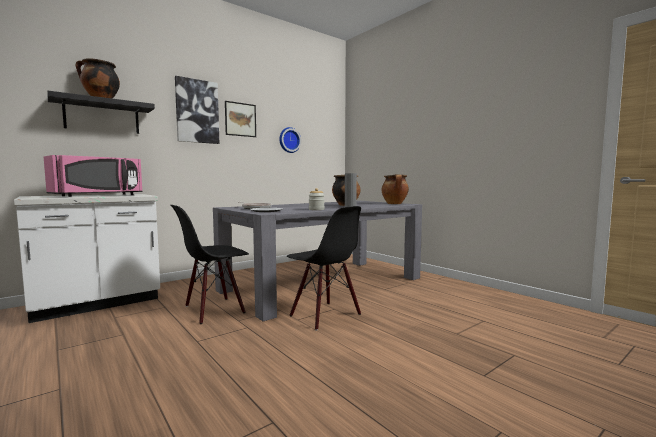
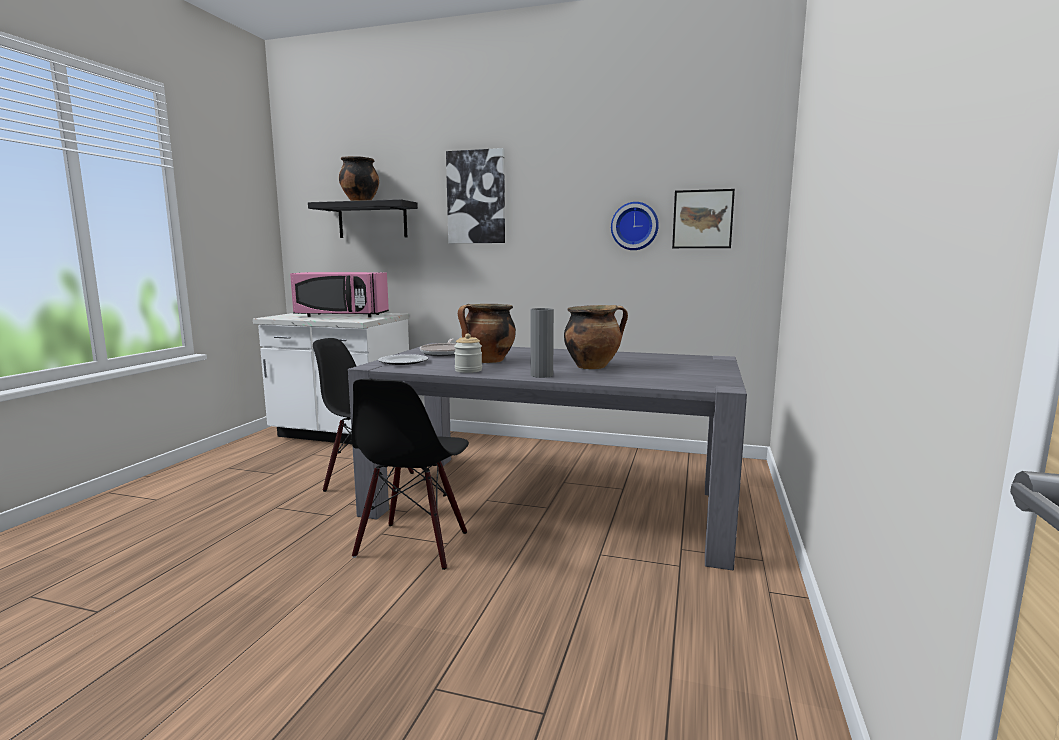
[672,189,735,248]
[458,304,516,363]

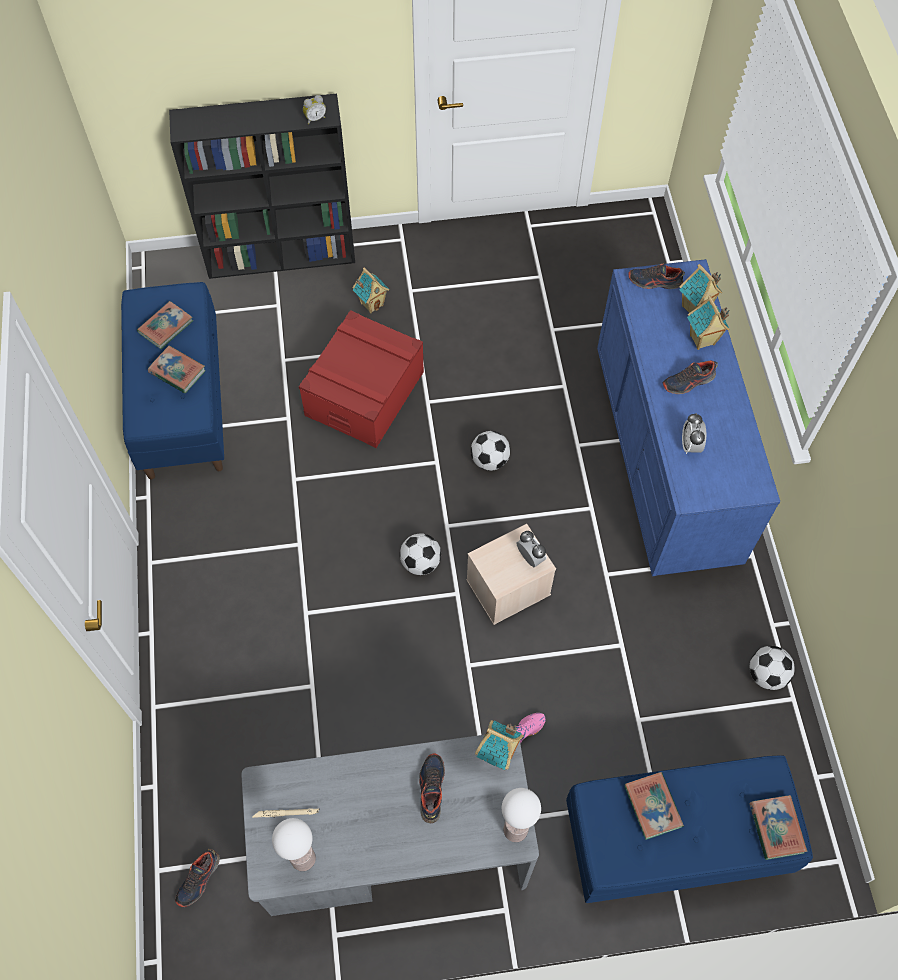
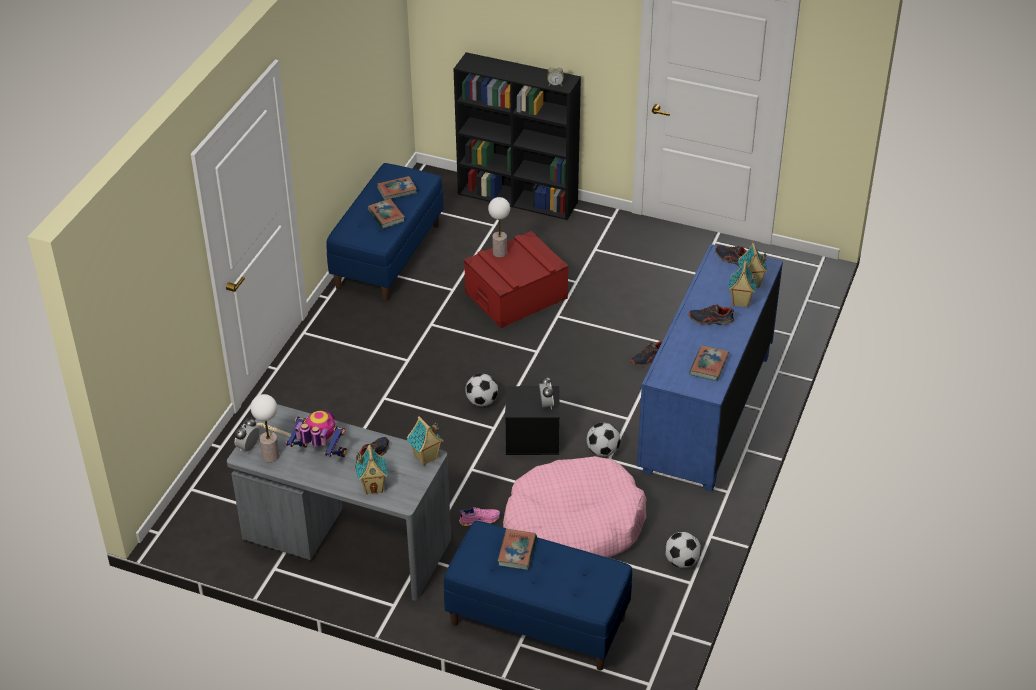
[630,340,662,367]
[356,445,388,495]
[505,386,560,455]
[586,423,620,456]
[488,197,510,258]
[235,418,260,451]
[689,345,729,381]
[286,410,347,457]
[503,456,647,558]

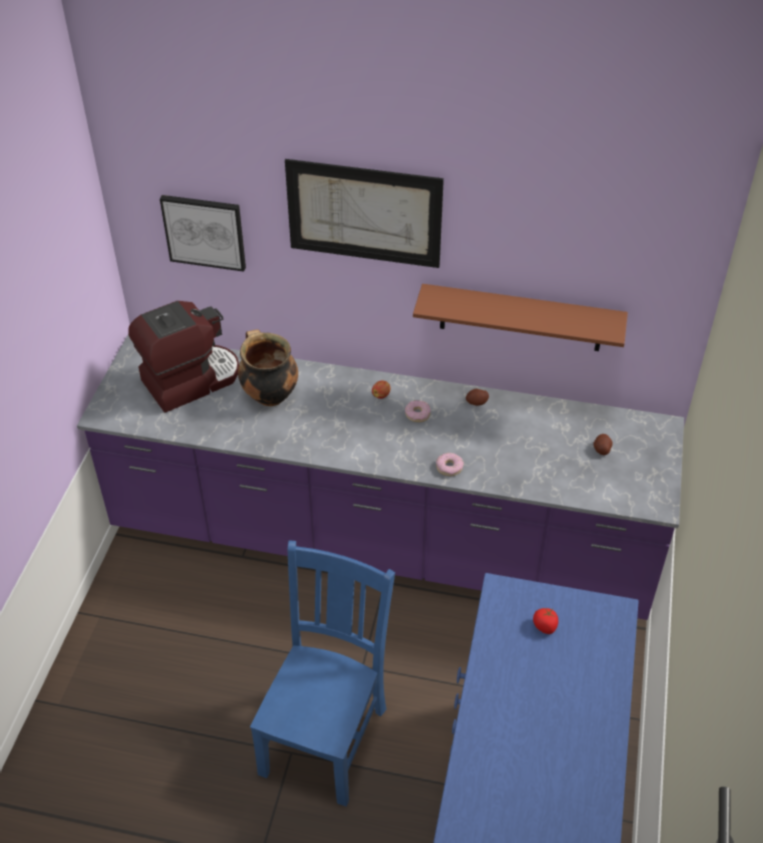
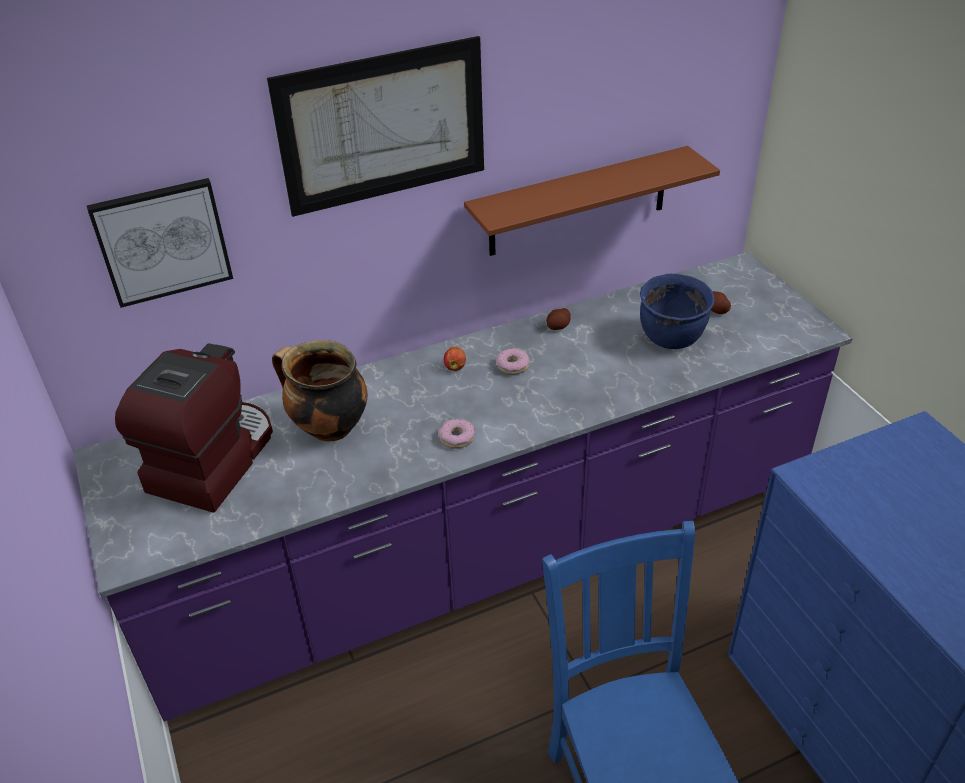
[439,419,475,449]
[533,608,558,634] (first image)
[640,274,715,349]

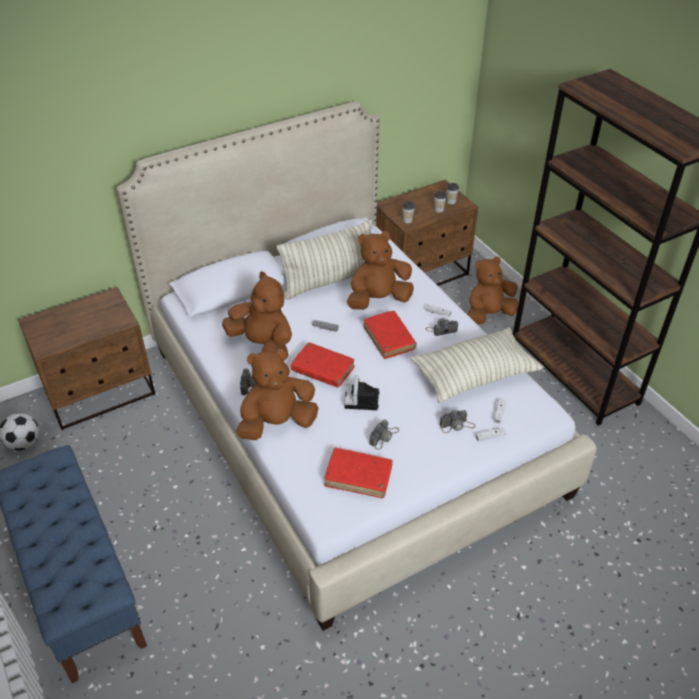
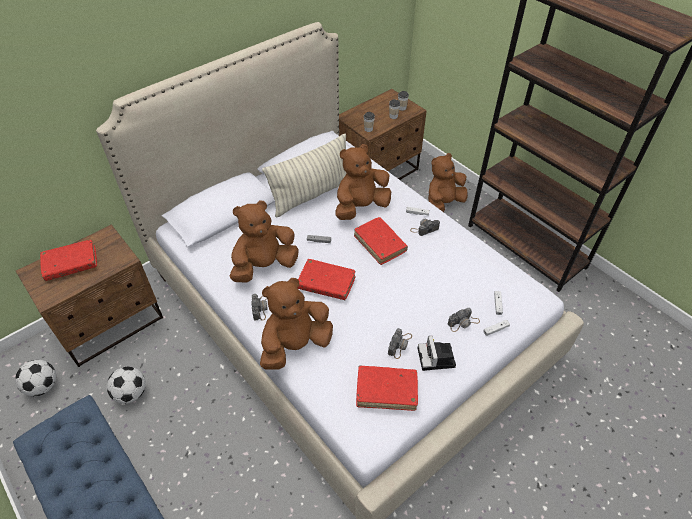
[230,200,299,282]
[418,336,456,371]
[411,327,543,403] (first image)
[40,240,97,281]
[107,367,146,404]

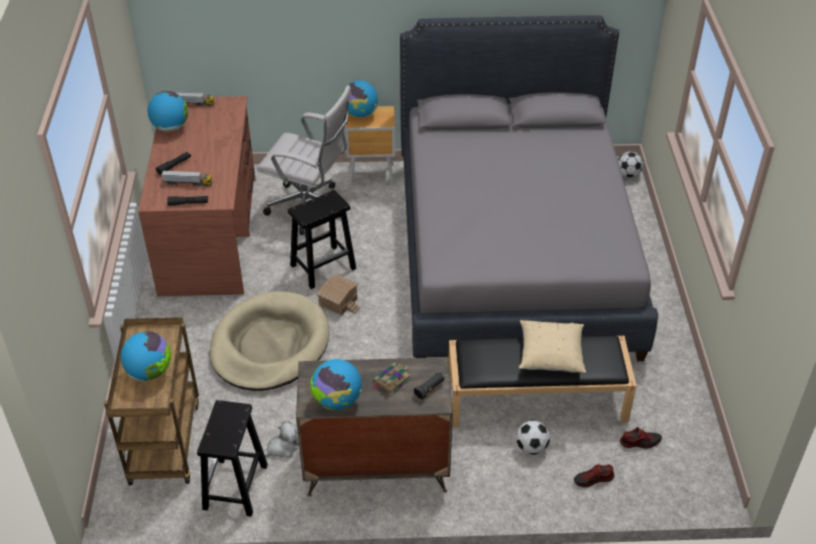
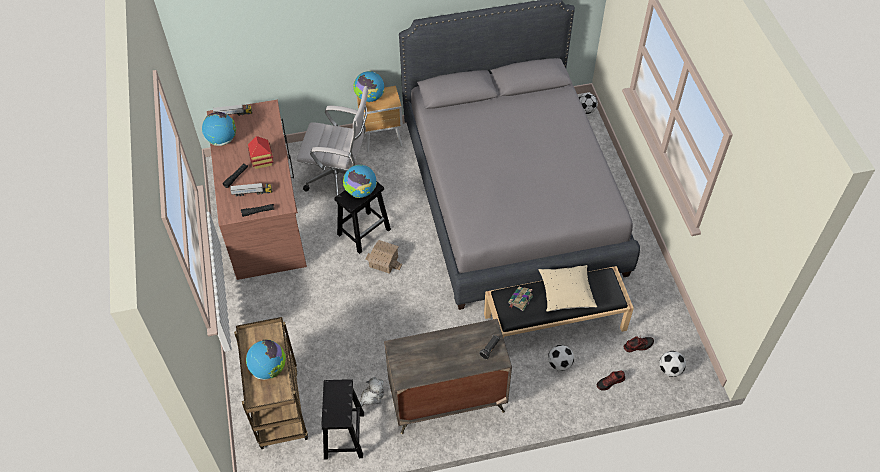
[210,291,329,391] (first image)
[343,165,377,198]
[508,287,533,311]
[248,136,273,169]
[659,351,686,377]

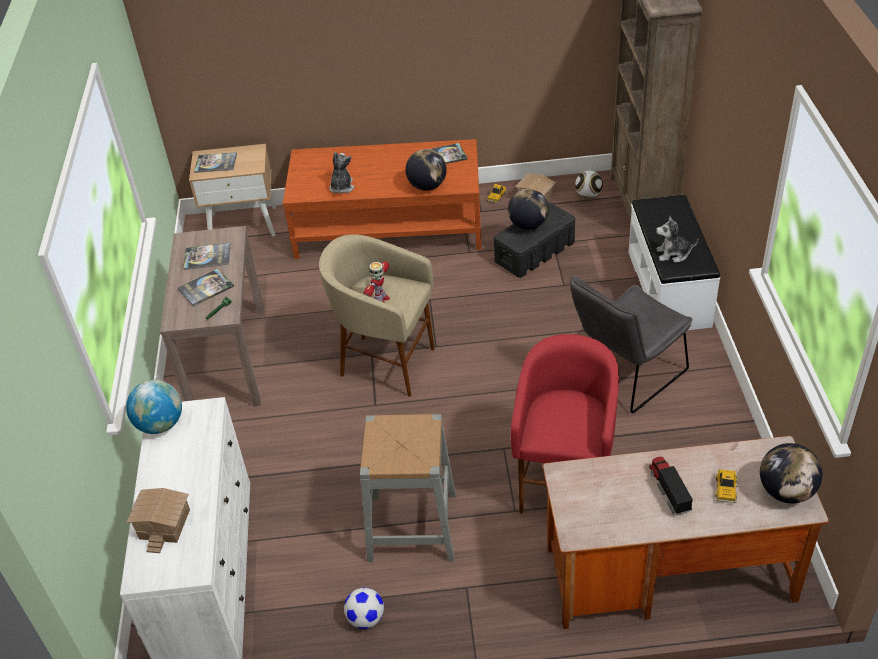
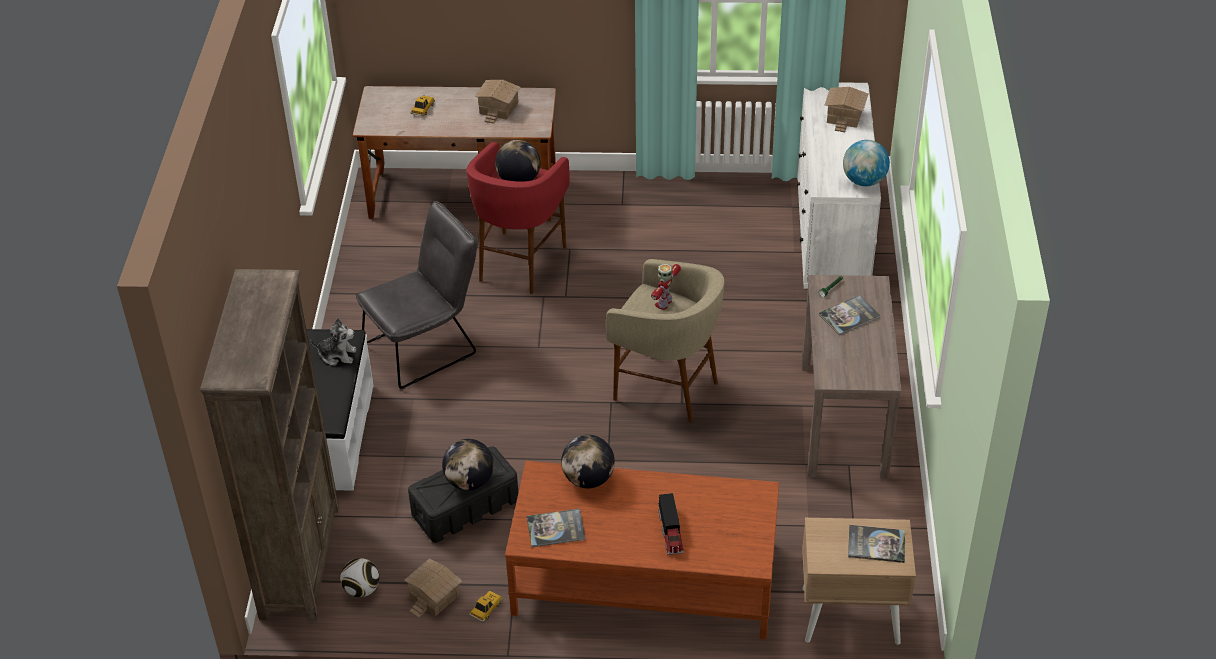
[183,242,230,270] (first image)
[329,152,355,193] (first image)
[344,588,384,629] (first image)
[360,414,456,562] (first image)
[658,493,684,555]
[495,140,540,182]
[474,80,521,124]

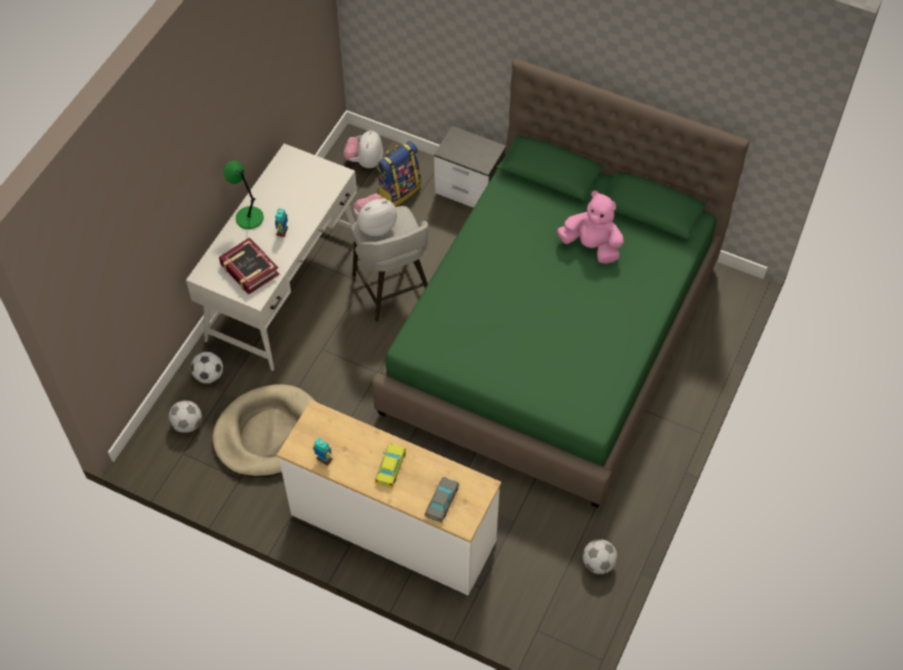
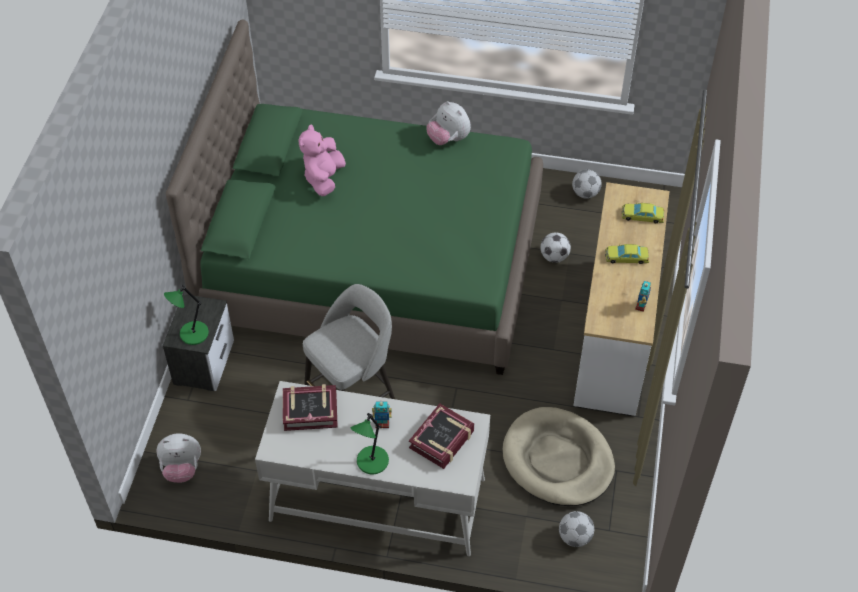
[540,232,571,263]
[426,101,471,145]
[377,141,421,206] (first image)
[622,202,664,223]
[164,285,209,345]
[283,384,338,431]

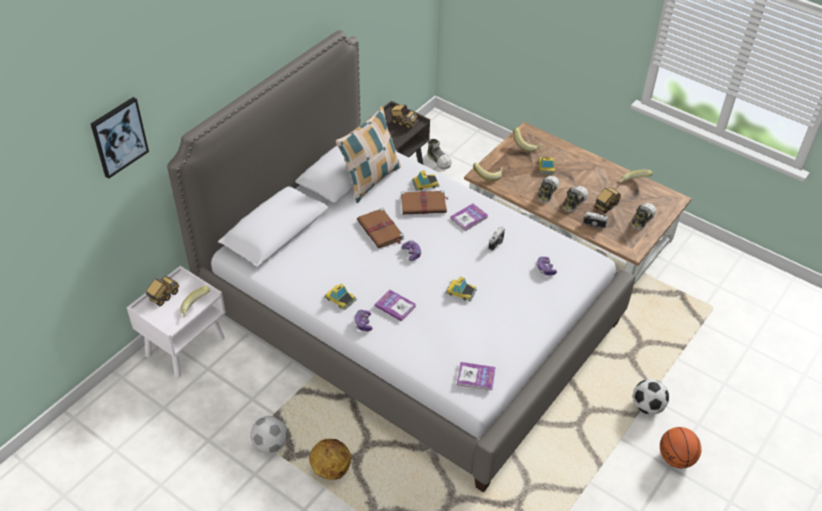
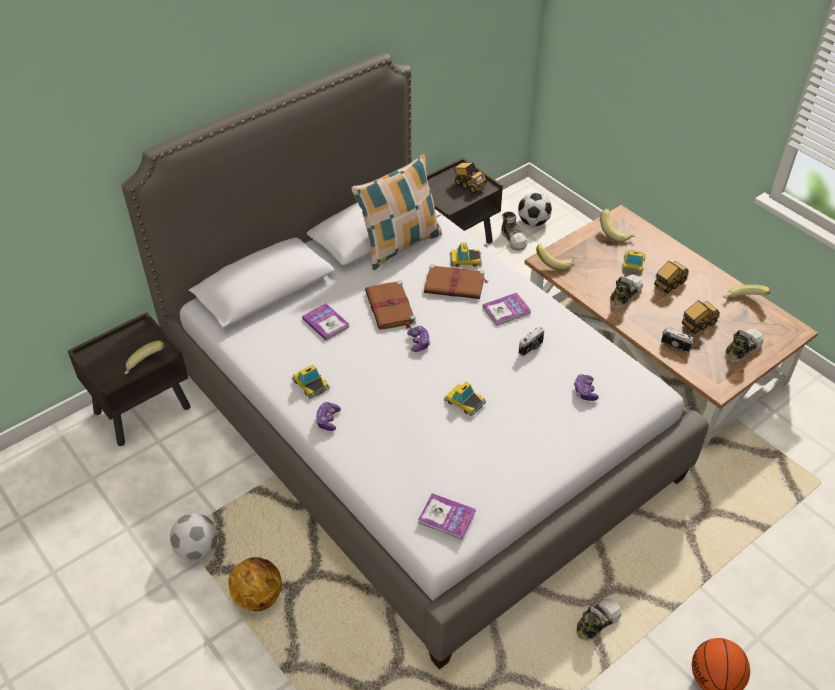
[91,97,149,179] (first image)
[68,312,191,446]
[654,261,689,293]
[302,303,349,340]
[576,598,621,641]
[518,192,552,227]

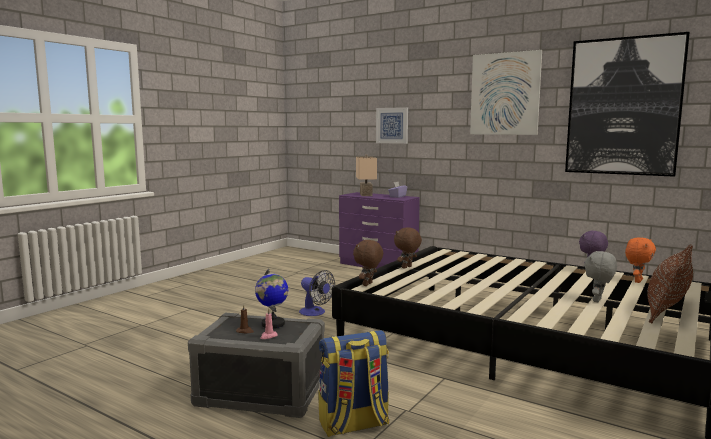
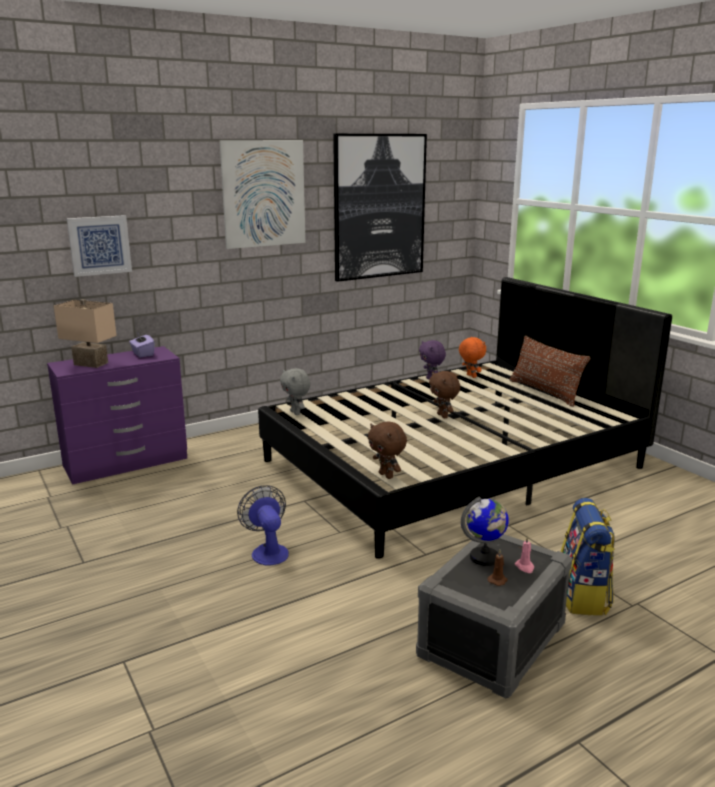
[237,485,289,565]
[429,371,460,418]
[280,368,311,415]

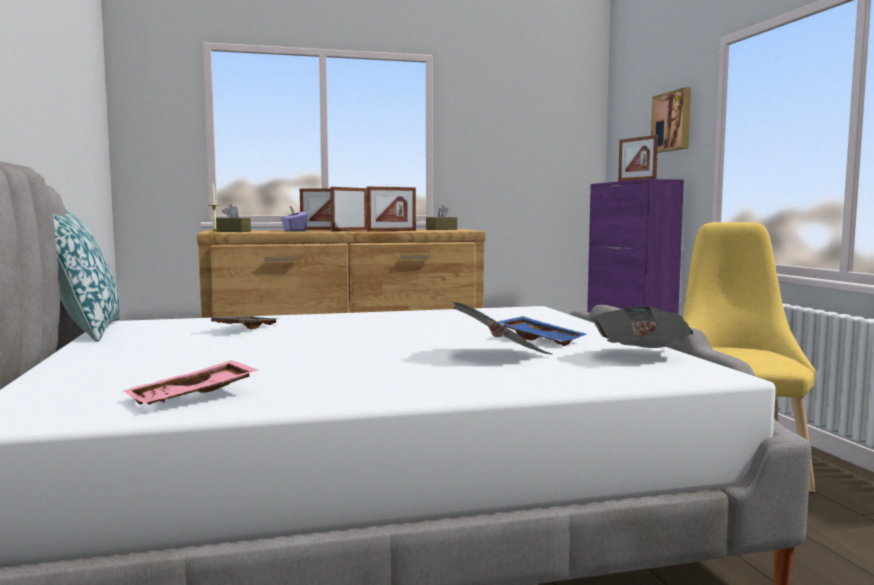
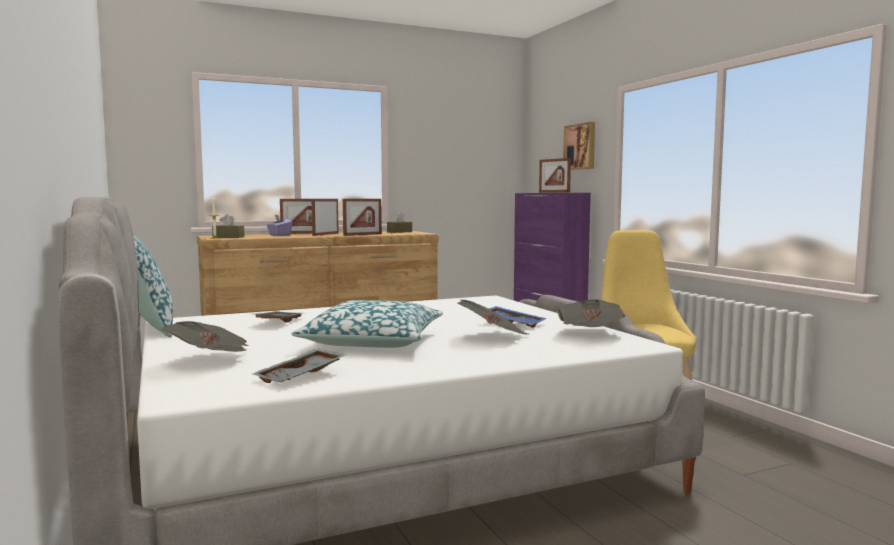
[253,349,346,383]
[162,321,249,352]
[291,300,443,348]

